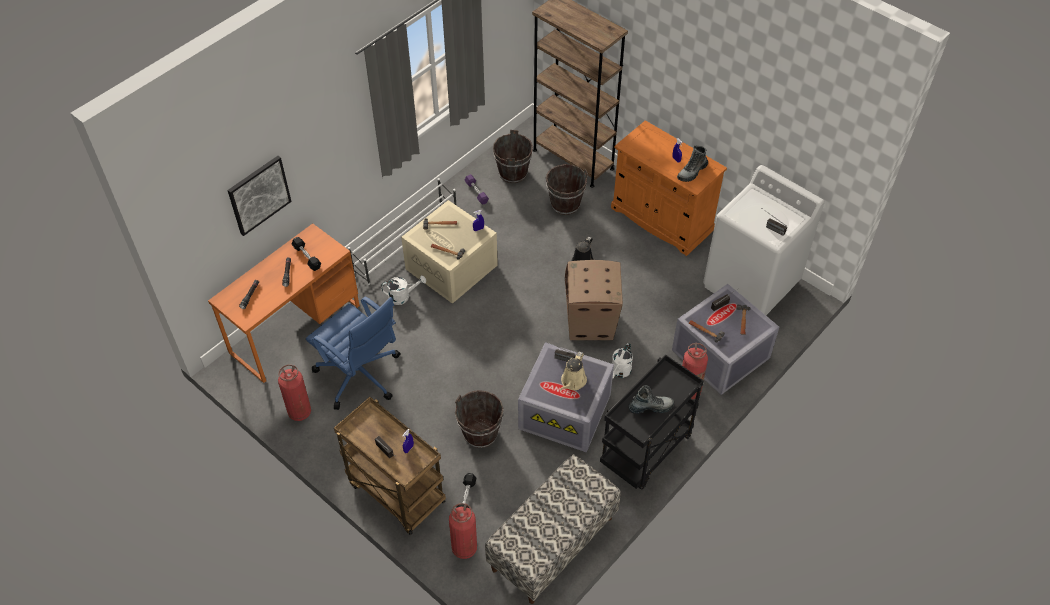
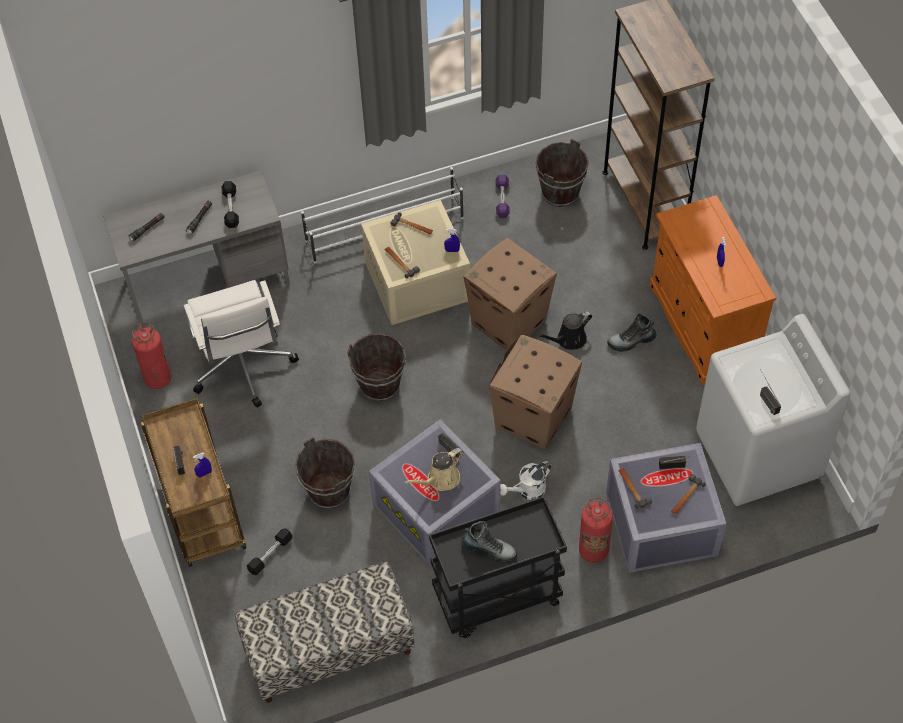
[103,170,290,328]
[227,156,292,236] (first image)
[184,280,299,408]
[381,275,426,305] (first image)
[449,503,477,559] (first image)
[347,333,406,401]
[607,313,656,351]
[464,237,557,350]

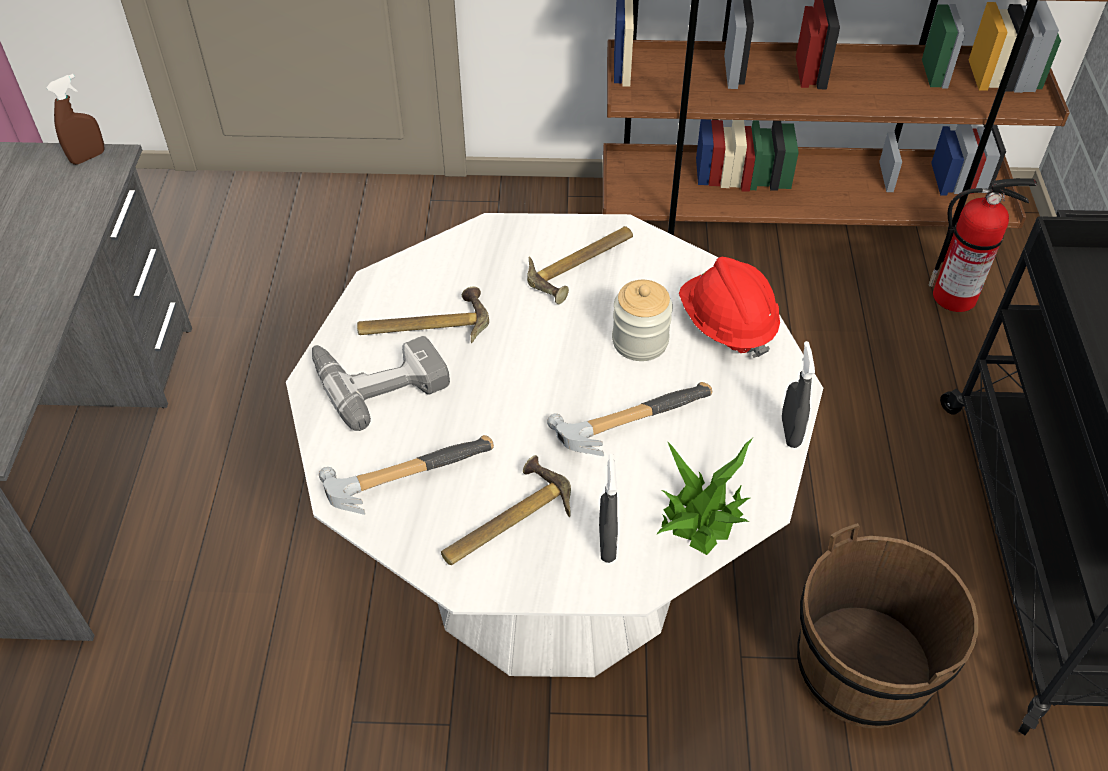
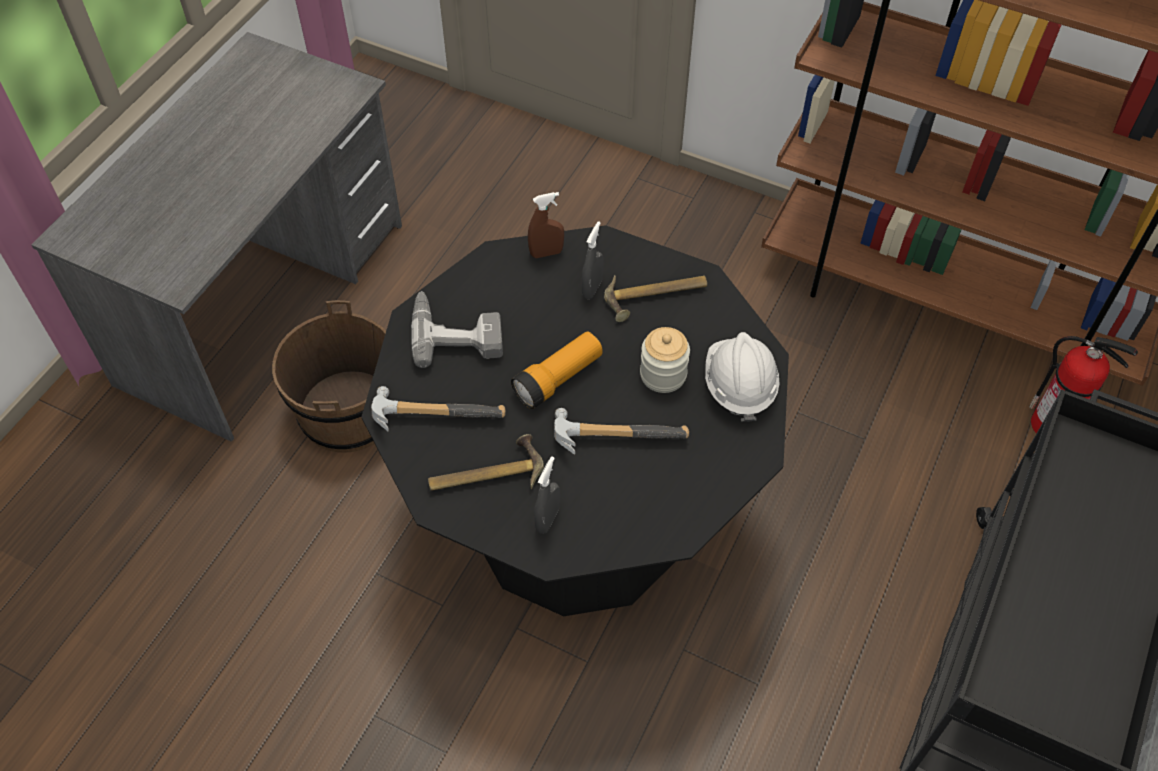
[528,192,564,258]
[362,225,789,616]
[357,286,489,343] (first image)
[656,438,753,555] (first image)
[705,332,780,422]
[582,221,604,299]
[272,300,386,453]
[511,331,602,409]

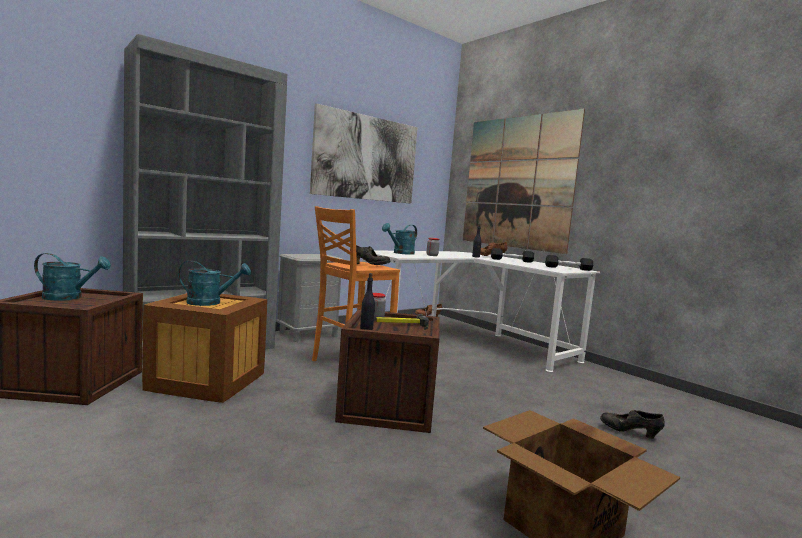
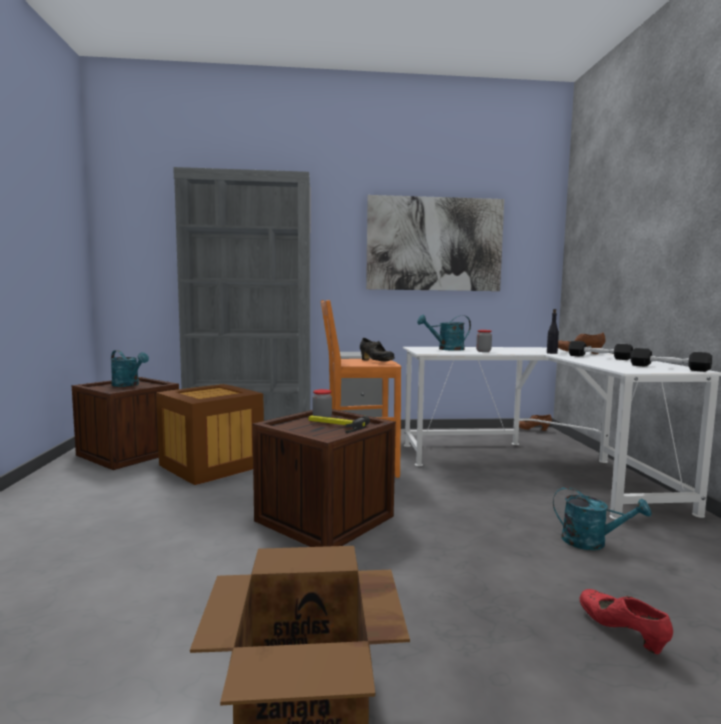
[553,487,652,550]
[360,273,375,330] (first image)
[463,108,585,254] (first image)
[580,589,673,654]

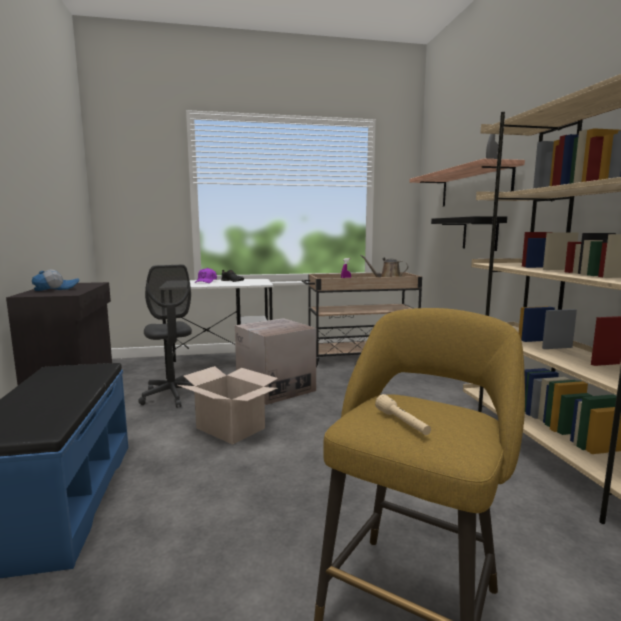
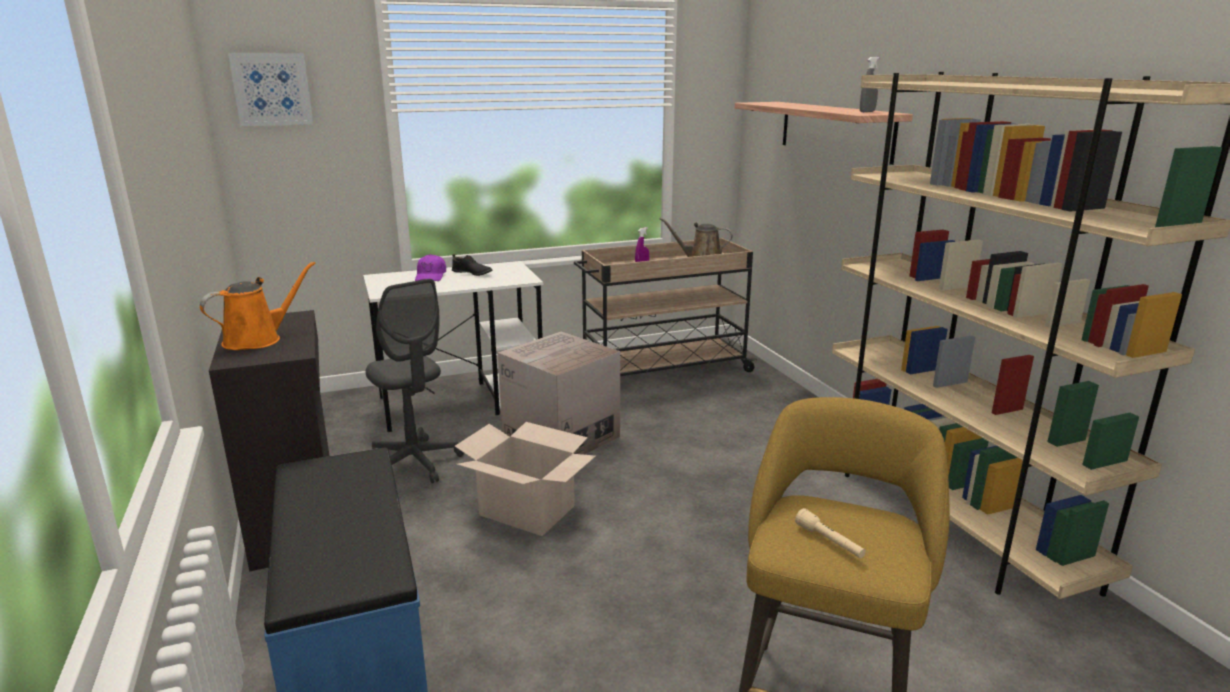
[200,261,315,350]
[431,216,507,251] (first image)
[228,53,313,126]

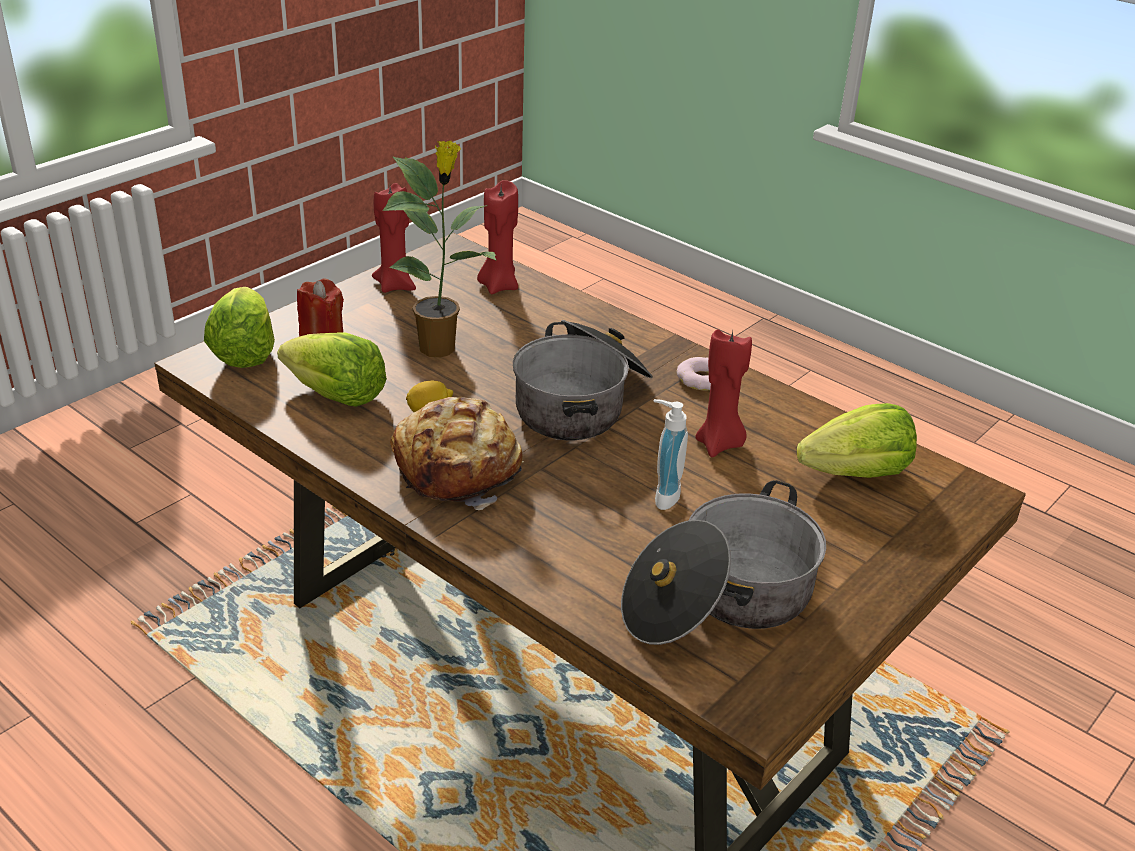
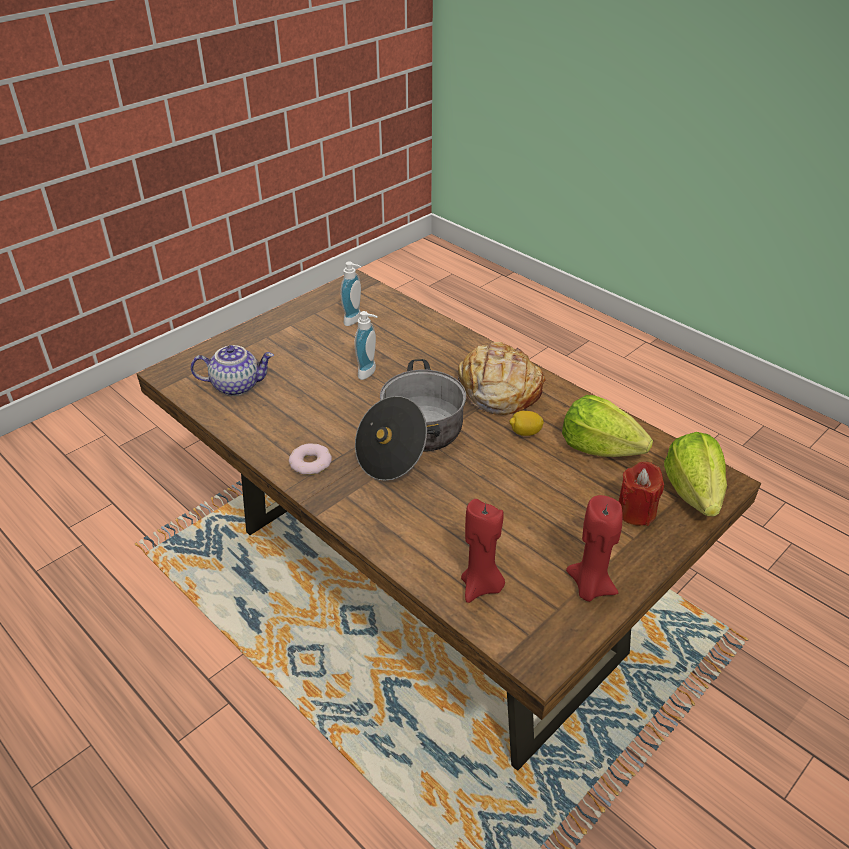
[382,141,497,357] (first image)
[340,262,361,326]
[695,330,752,457] (first image)
[191,345,274,396]

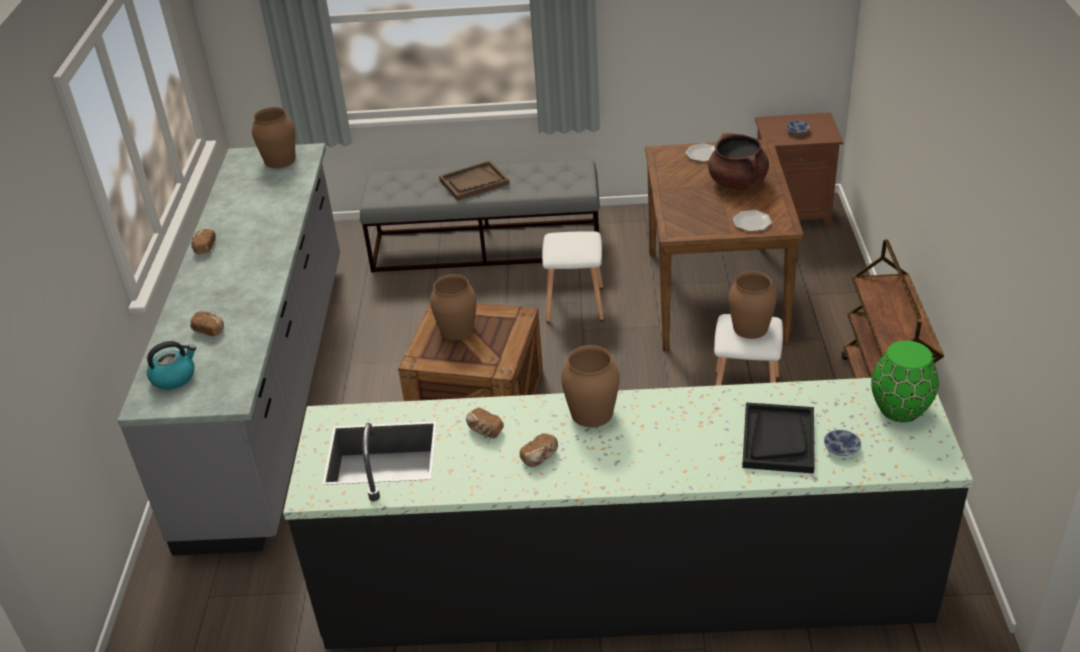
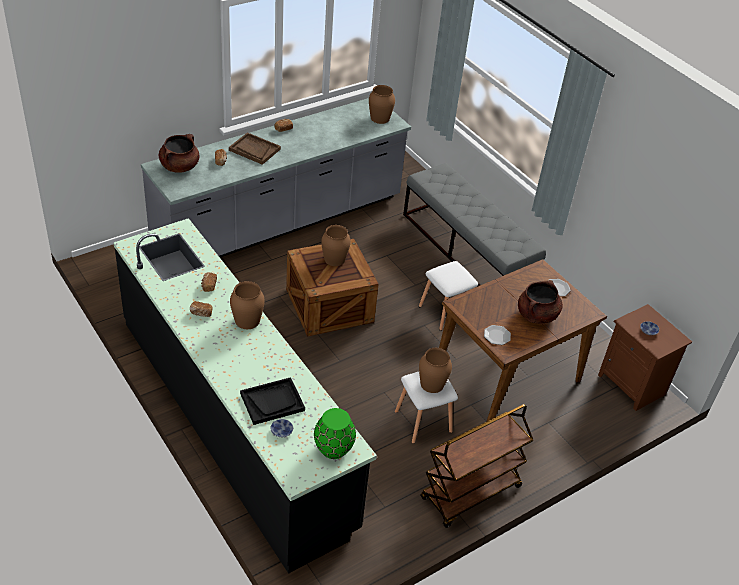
[159,134,199,173]
[229,132,281,165]

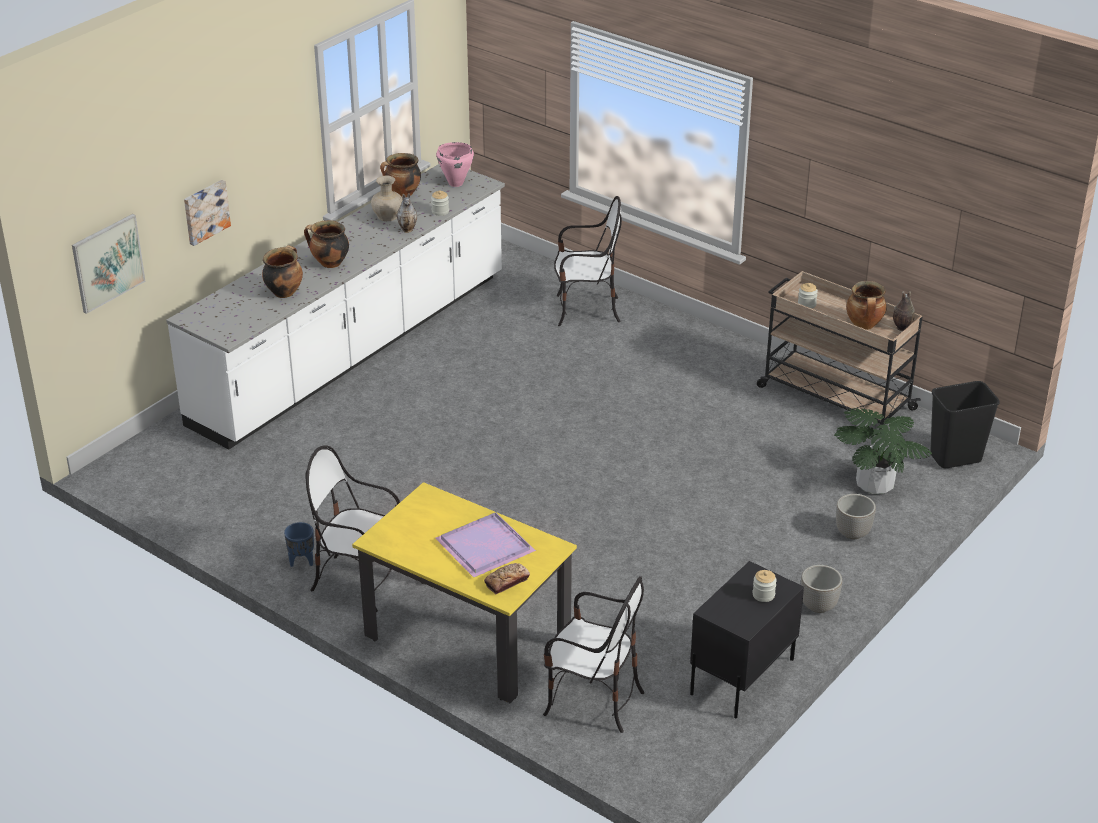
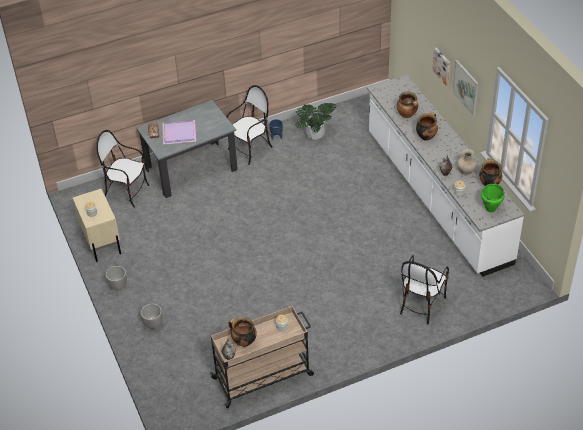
[452,60,479,116]
[136,100,238,198]
[481,183,505,212]
[96,130,150,208]
[73,189,121,262]
[295,103,336,140]
[930,381,1000,468] (first image)

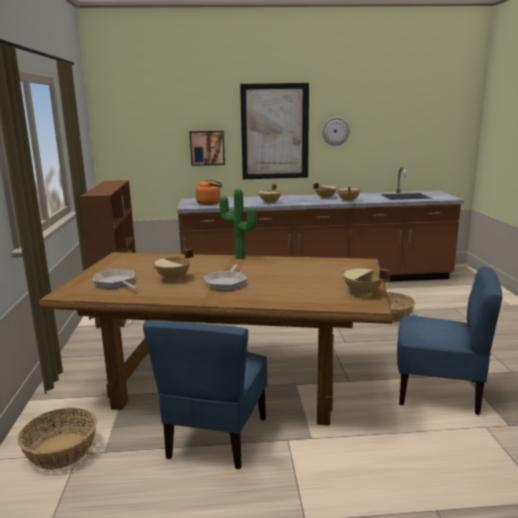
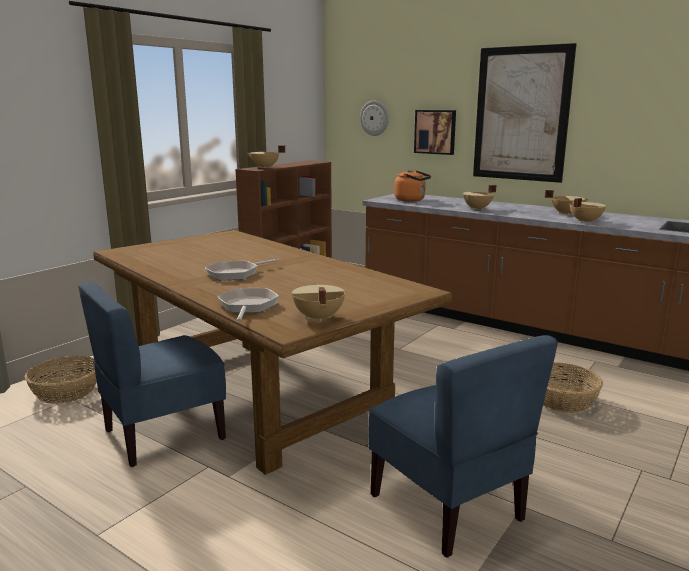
[217,288,279,321]
[247,145,285,168]
[220,189,257,259] (first image)
[360,100,389,136]

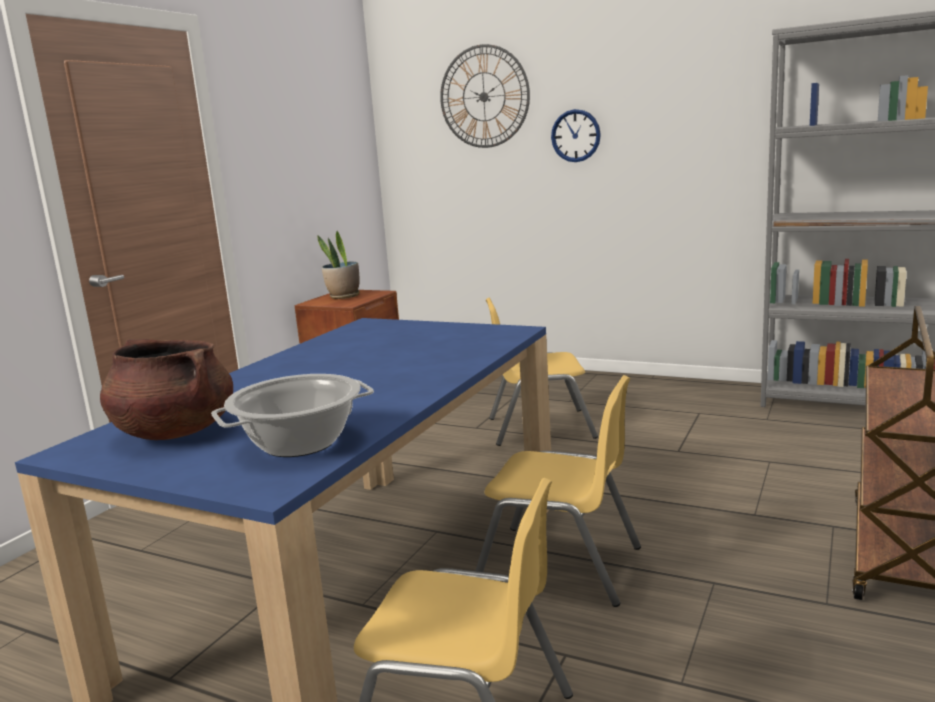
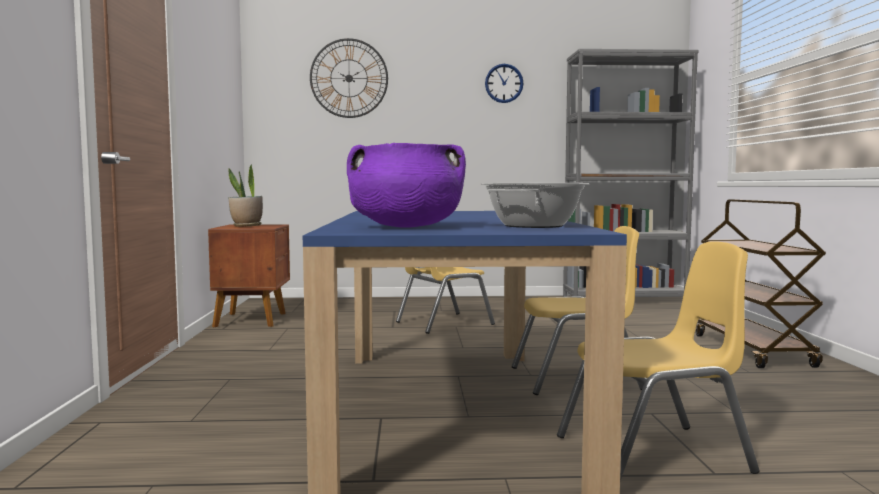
[347,143,466,228]
[485,64,524,103]

